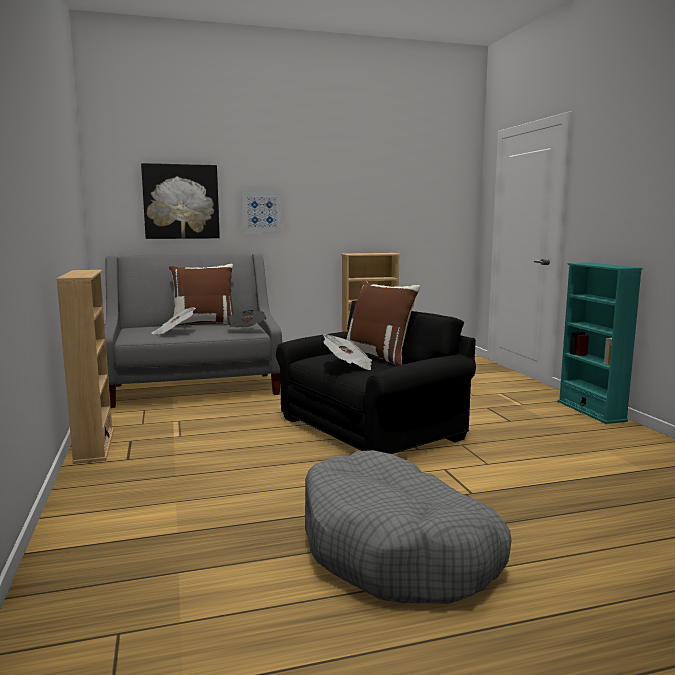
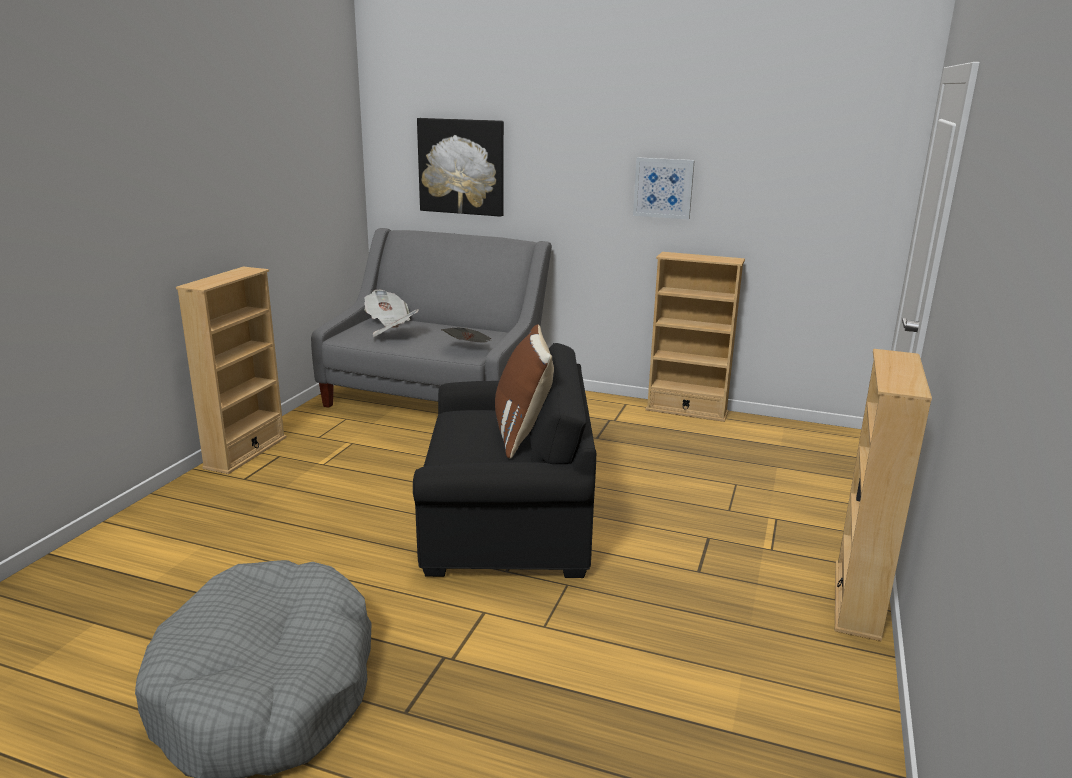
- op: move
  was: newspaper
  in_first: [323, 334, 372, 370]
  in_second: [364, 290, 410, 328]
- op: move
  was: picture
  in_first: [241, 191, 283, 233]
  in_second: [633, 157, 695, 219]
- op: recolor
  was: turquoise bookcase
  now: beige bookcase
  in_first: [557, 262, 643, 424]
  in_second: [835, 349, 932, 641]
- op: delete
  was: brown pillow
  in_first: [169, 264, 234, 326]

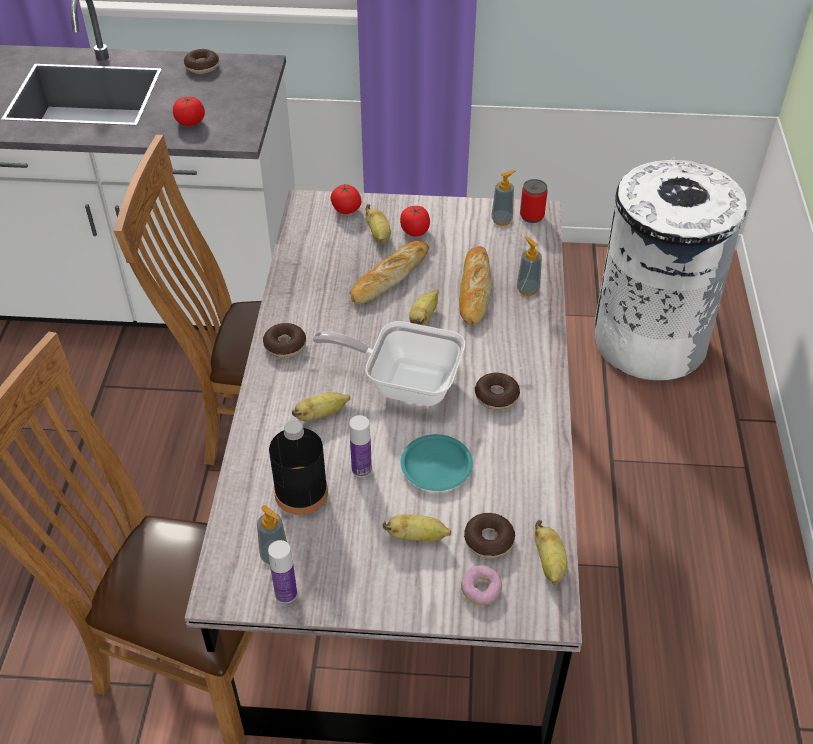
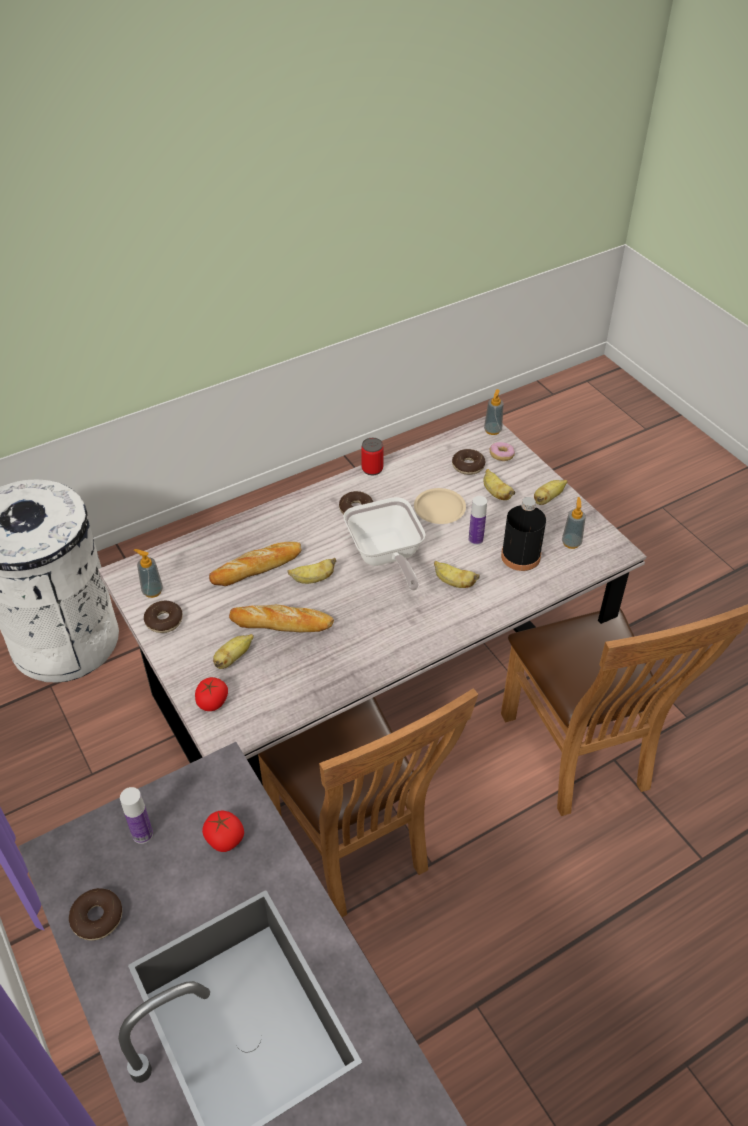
- op: move
  was: bottle
  in_first: [268, 540, 297, 604]
  in_second: [120, 787, 153, 844]
- op: move
  was: donut
  in_first: [263, 323, 306, 358]
  in_second: [144, 601, 183, 633]
- op: move
  was: can
  in_first: [520, 179, 548, 223]
  in_second: [361, 438, 384, 476]
- op: recolor
  was: turquoise plate
  now: beige plate
  in_first: [401, 434, 473, 491]
  in_second: [414, 488, 466, 524]
- op: move
  was: soap dispenser
  in_first: [517, 236, 542, 296]
  in_second: [484, 389, 504, 435]
- op: move
  was: banana
  in_first: [534, 520, 567, 585]
  in_second: [534, 480, 568, 505]
- op: delete
  was: tomato
  in_first: [400, 206, 430, 237]

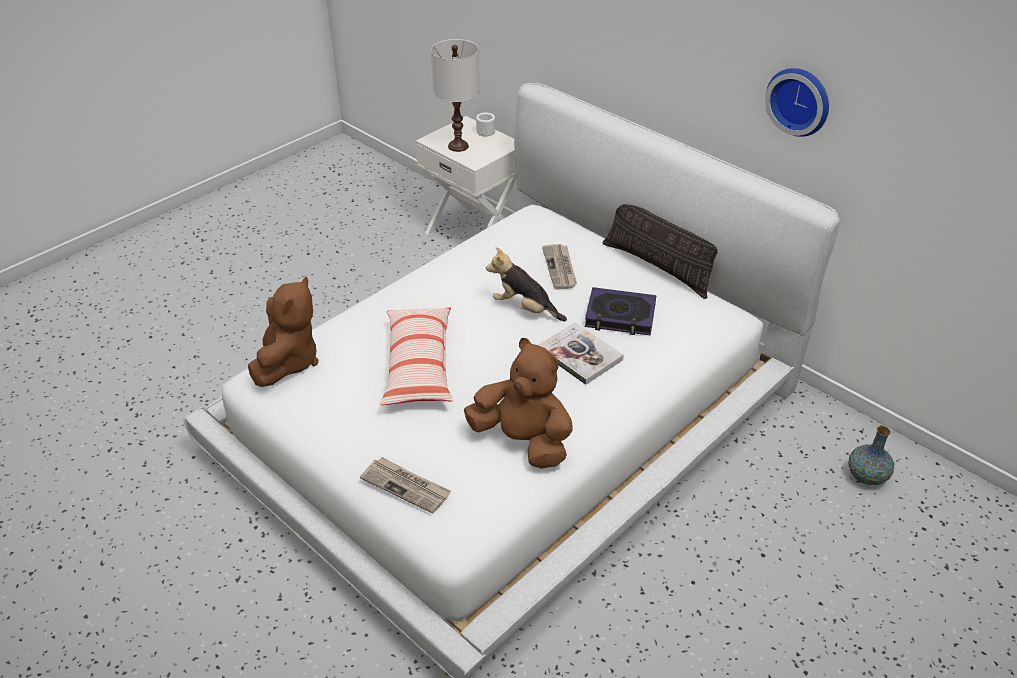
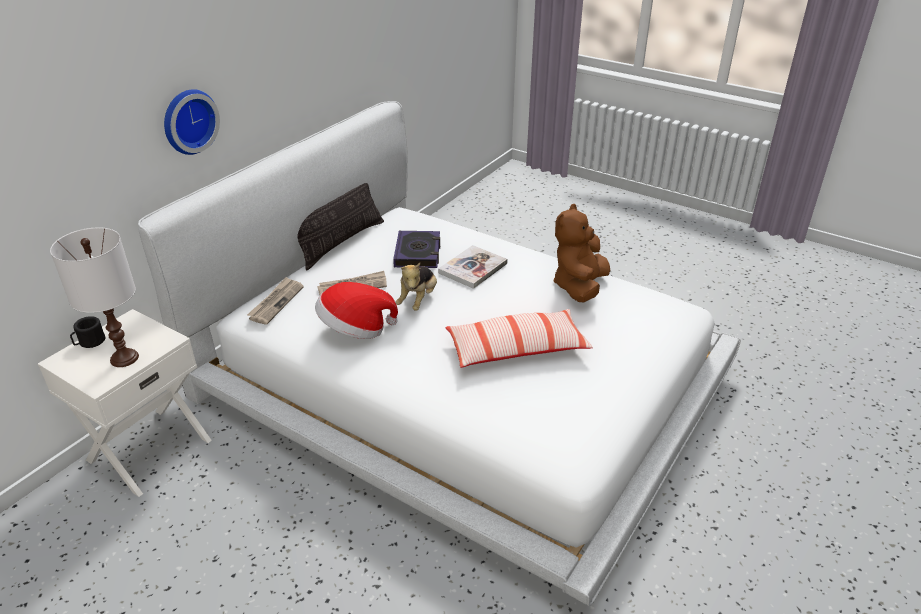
- op: recolor
  was: white mug
  now: black mug
  in_first: [476, 112, 495, 137]
  in_second: [70, 316, 105, 348]
- op: move
  was: wall clock
  in_first: [765, 68, 829, 137]
  in_second: [164, 89, 220, 155]
- op: move
  was: newspaper
  in_first: [360, 457, 451, 514]
  in_second: [247, 277, 304, 325]
- op: insert
  now: hat
  in_second: [315, 282, 398, 339]
- op: delete
  was: brown plush toy
  in_first: [248, 277, 319, 387]
- op: delete
  was: vase
  in_first: [848, 426, 894, 485]

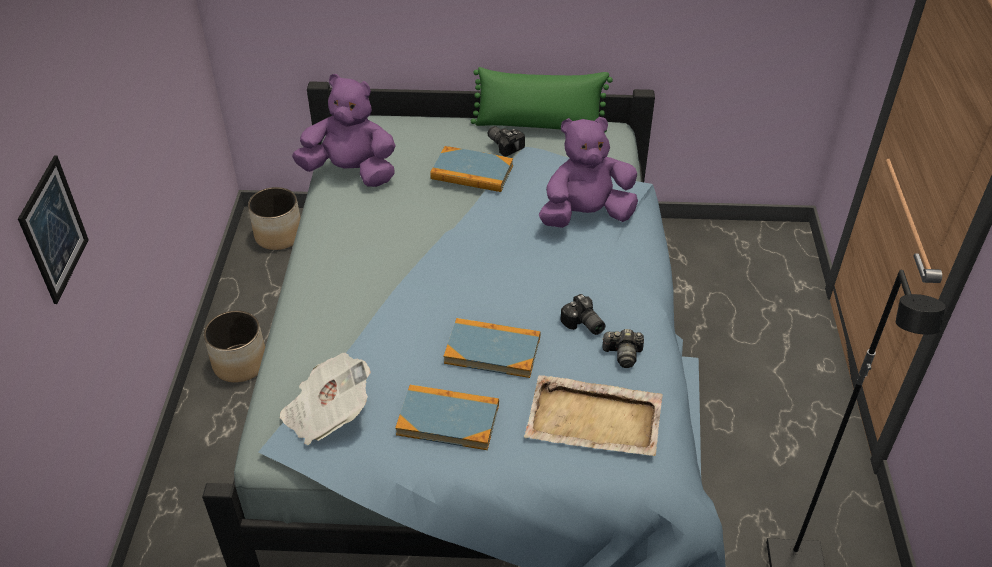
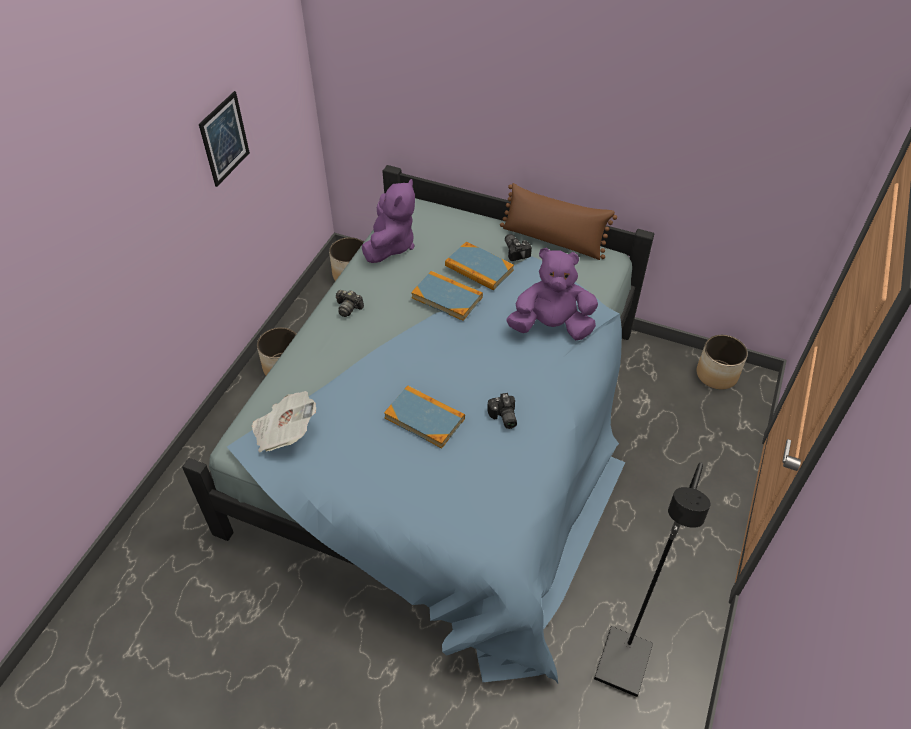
- op: move
  was: picture
  in_first: [18, 155, 89, 304]
  in_second: [199, 91, 250, 187]
- op: move
  was: photo camera
  in_first: [602, 329, 644, 368]
  in_second: [335, 290, 364, 317]
- op: rotate
  was: purple plush toy
  in_first: [292, 74, 396, 187]
  in_second: [362, 179, 415, 263]
  clockwise: 75
- op: move
  was: book
  in_first: [395, 385, 499, 450]
  in_second: [411, 271, 483, 321]
- op: recolor
  was: green pillow
  now: brown pillow
  in_first: [471, 67, 613, 133]
  in_second: [500, 183, 617, 260]
- op: insert
  now: planter
  in_second: [696, 335, 748, 389]
- op: delete
  was: beige tray
  in_first: [524, 375, 663, 456]

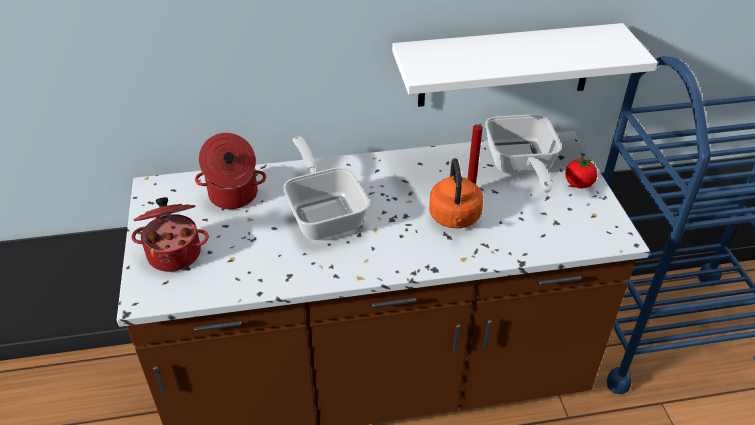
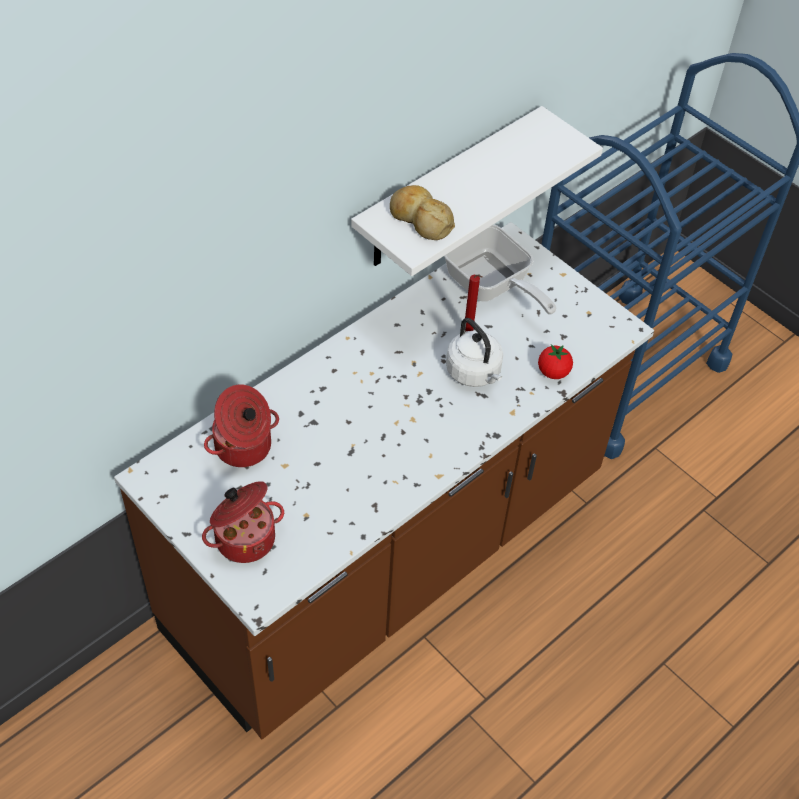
- op: insert
  now: bread
  in_second: [390, 185, 455, 240]
- op: recolor
  was: orange kettle
  now: white kettle
  in_first: [429, 158, 483, 229]
  in_second: [446, 318, 503, 387]
- op: move
  was: tomato
  in_first: [565, 156, 598, 189]
  in_second: [538, 344, 573, 379]
- op: delete
  was: frying pan
  in_first: [283, 137, 370, 240]

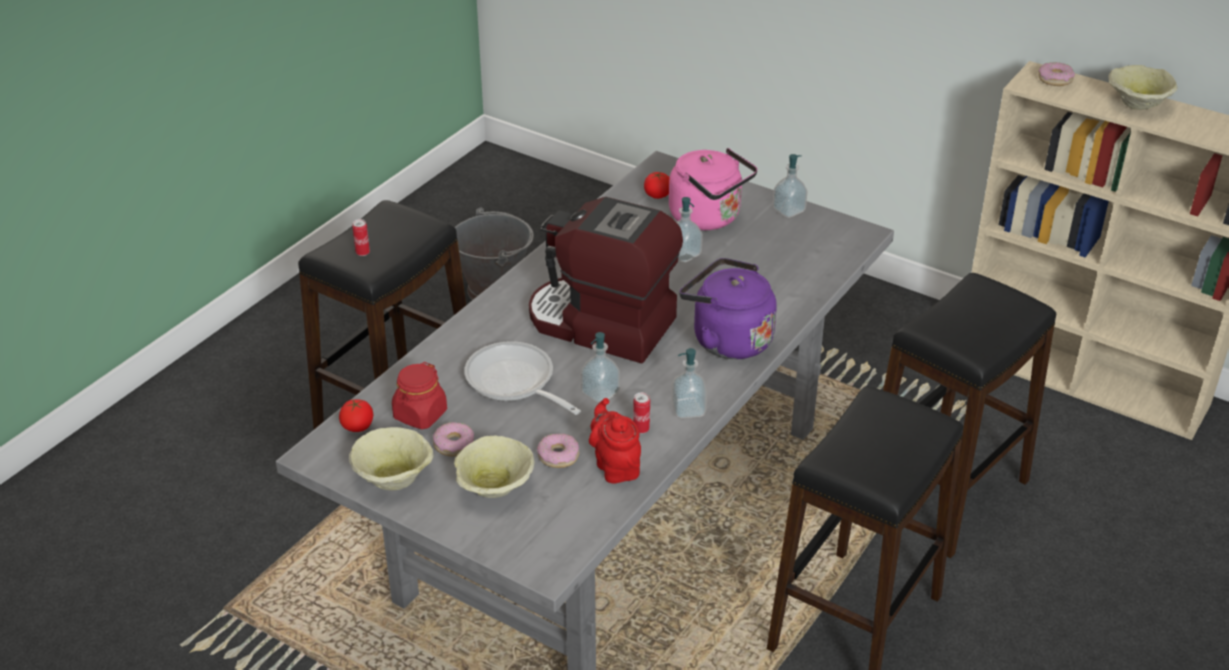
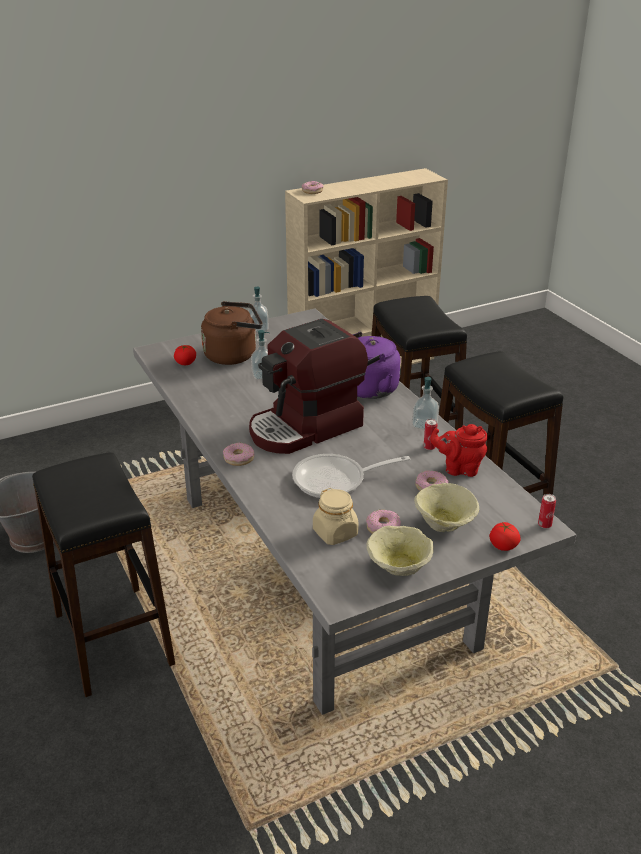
- op: recolor
  was: pink kettle
  now: brown kettle
  in_first: [669, 148, 757, 230]
  in_second: [201, 301, 263, 365]
- op: insert
  now: donut
  in_second: [223, 443, 254, 466]
- op: recolor
  was: red jar
  now: beige jar
  in_first: [392, 362, 447, 429]
  in_second: [313, 488, 359, 545]
- op: move
  was: tomato
  in_first: [339, 399, 373, 432]
  in_second: [490, 522, 521, 551]
- op: move
  was: can
  in_first: [352, 219, 370, 256]
  in_second: [538, 494, 556, 529]
- op: delete
  was: soap dispenser
  in_first: [581, 332, 620, 403]
- op: delete
  was: beige bowl
  in_first: [1108, 65, 1178, 110]

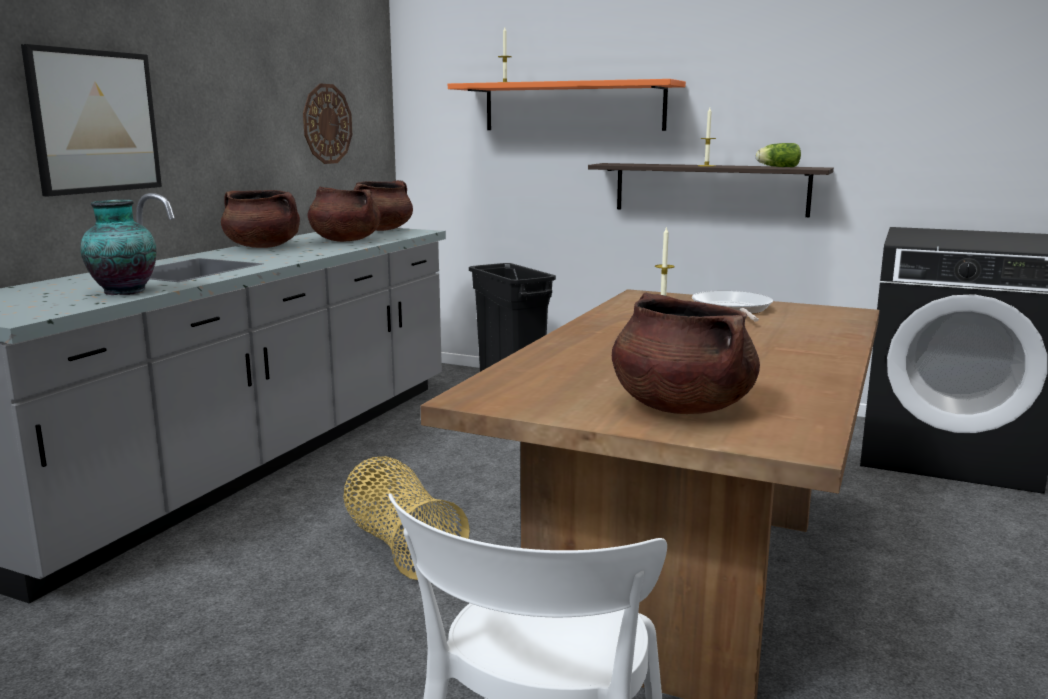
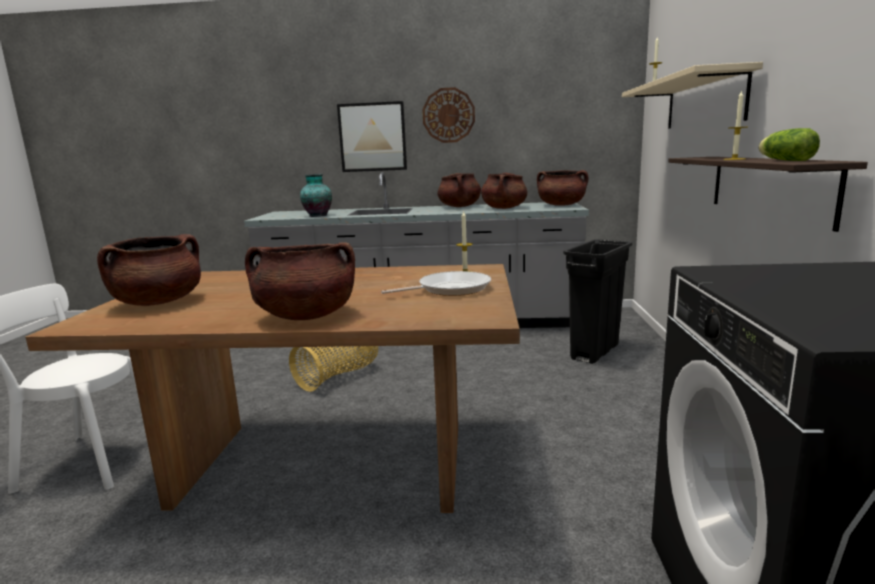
- op: insert
  now: brown cooking pot
  in_second: [245, 242, 355, 320]
- op: move
  was: wall clock
  in_first: [303, 83, 352, 164]
  in_second: [422, 87, 475, 143]
- op: recolor
  was: orange shelf
  now: beige shelf
  in_first: [448, 79, 686, 131]
  in_second: [622, 62, 763, 129]

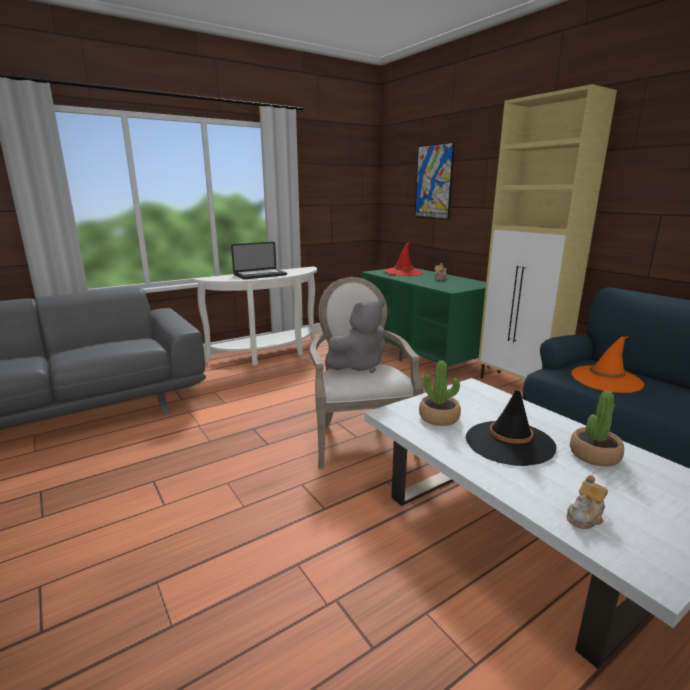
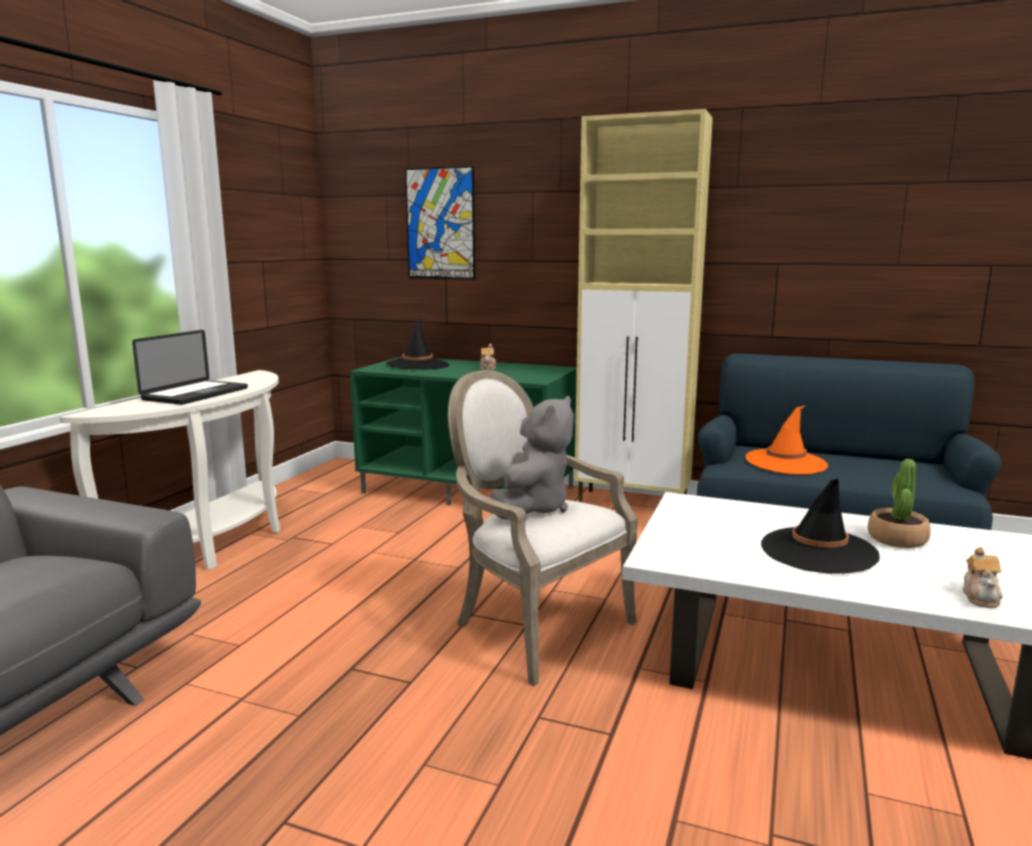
- op: recolor
  was: red hat
  now: black hat
  in_first: [384, 242, 423, 276]
  in_second: [386, 317, 449, 369]
- op: delete
  was: potted plant
  in_first: [419, 361, 461, 426]

